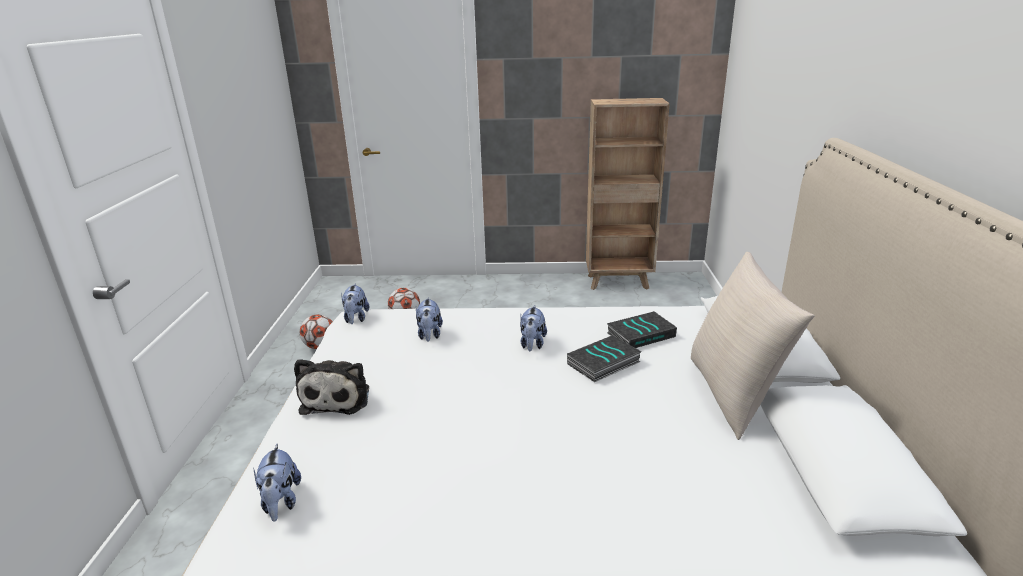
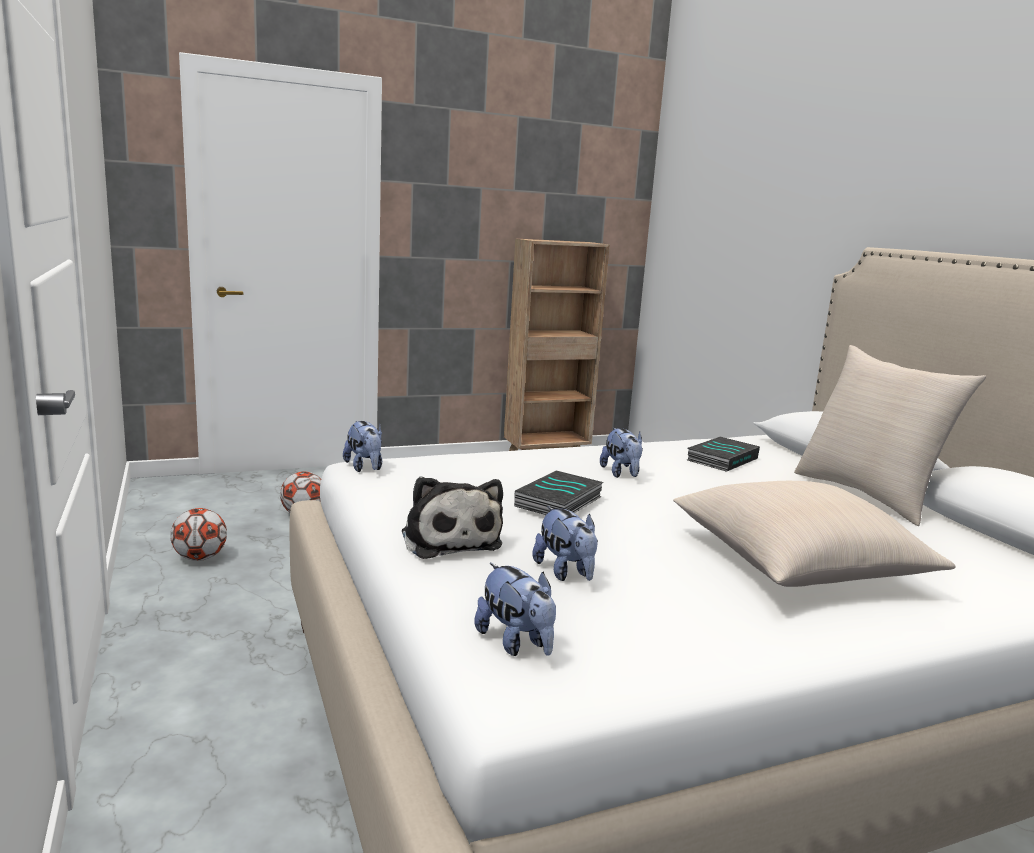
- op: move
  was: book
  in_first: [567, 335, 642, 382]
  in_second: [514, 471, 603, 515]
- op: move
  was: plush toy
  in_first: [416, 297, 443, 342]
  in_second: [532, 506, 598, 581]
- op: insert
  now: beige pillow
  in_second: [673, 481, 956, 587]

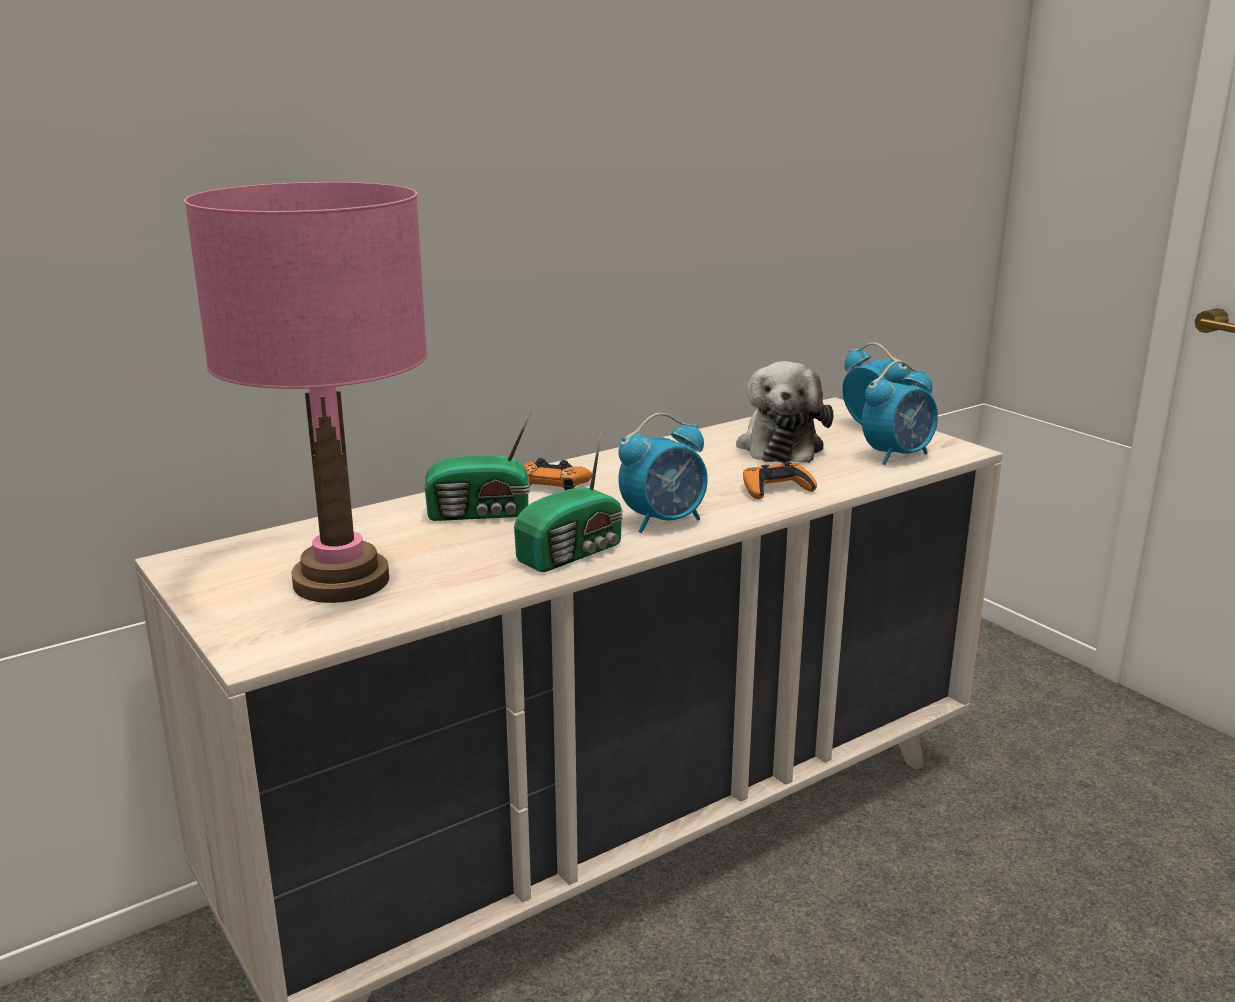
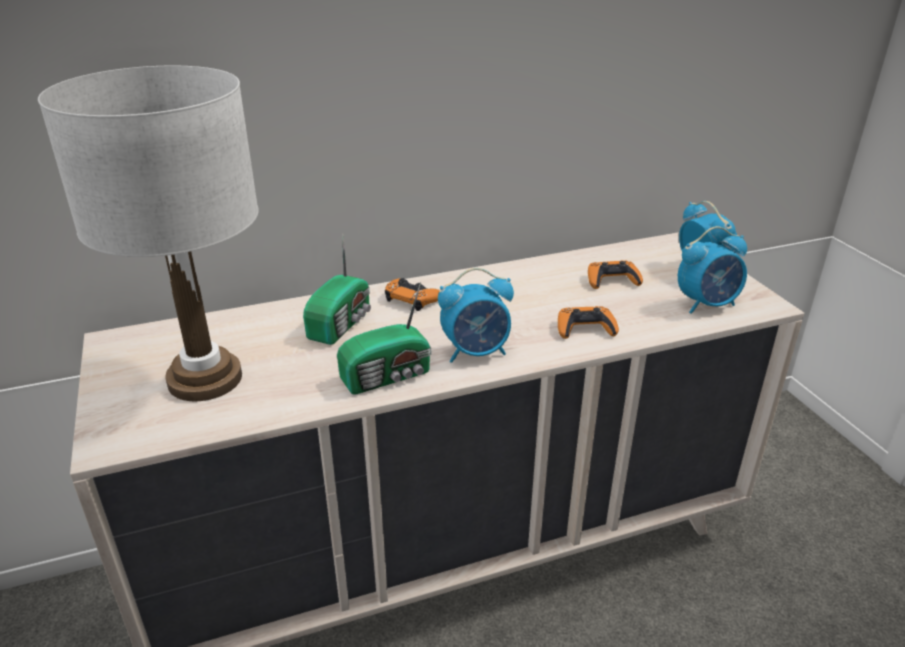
- op: recolor
  was: pink table lamp
  now: white table lamp
  in_first: [184, 182, 427, 603]
  in_second: [38, 66, 259, 401]
- op: rotate
  was: radio
  in_first: [425, 410, 532, 521]
  in_second: [303, 233, 371, 345]
  clockwise: -75
- op: replace
  was: plush toy
  now: orange game controller
  in_first: [736, 361, 834, 463]
  in_second: [588, 260, 643, 289]

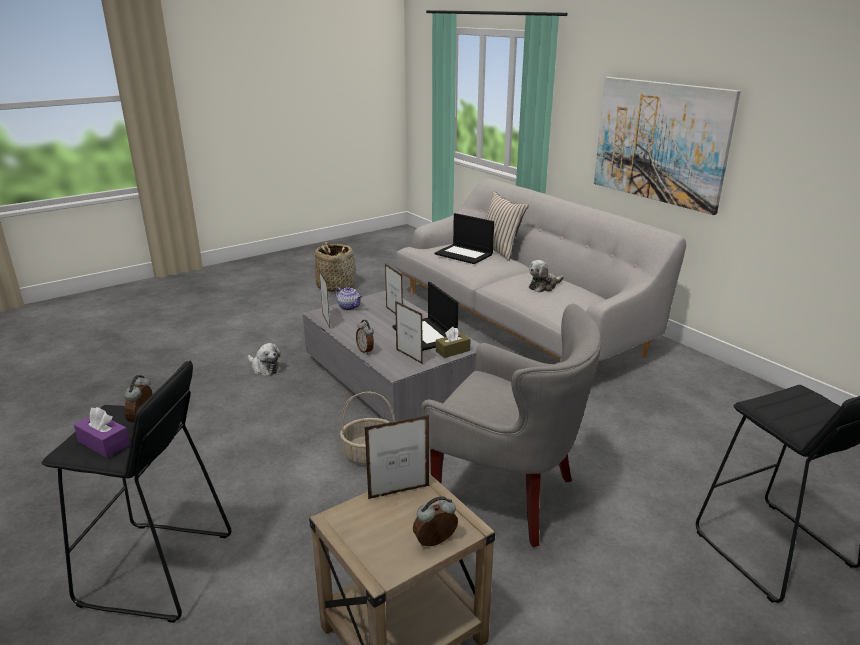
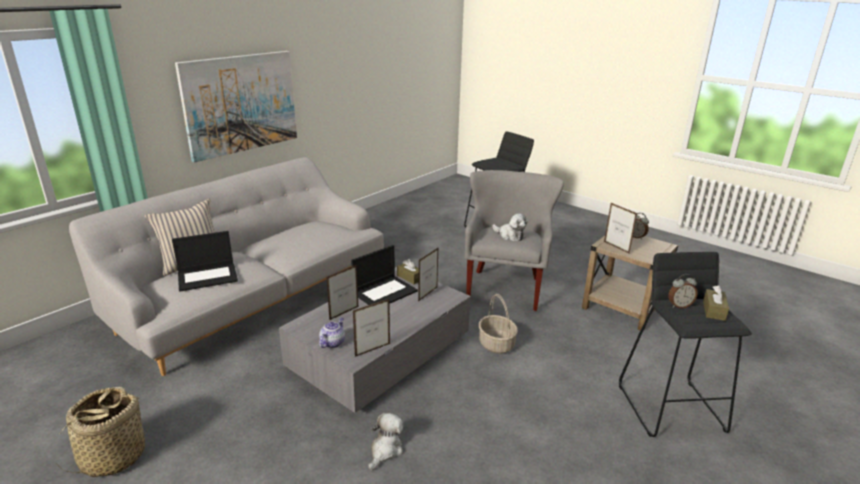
- op: rotate
  was: laptop
  in_first: [434, 213, 494, 264]
  in_second: [172, 231, 238, 292]
  clockwise: 45
- op: move
  was: plush toy
  in_first: [529, 260, 564, 292]
  in_second: [492, 213, 527, 241]
- op: recolor
  was: purple tissue box
  now: brown tissue box
  in_first: [74, 407, 130, 458]
  in_second: [703, 285, 729, 321]
- op: delete
  was: alarm clock
  in_first: [356, 320, 374, 354]

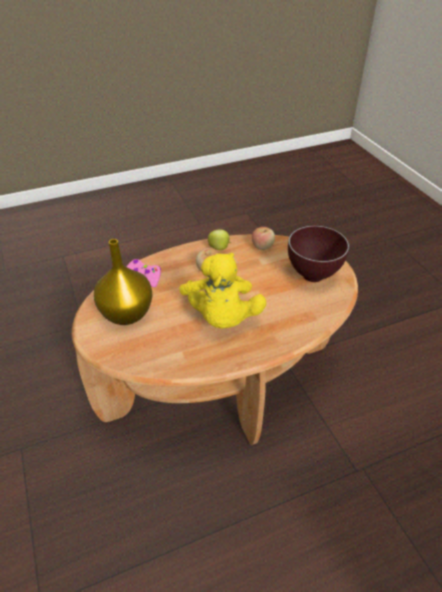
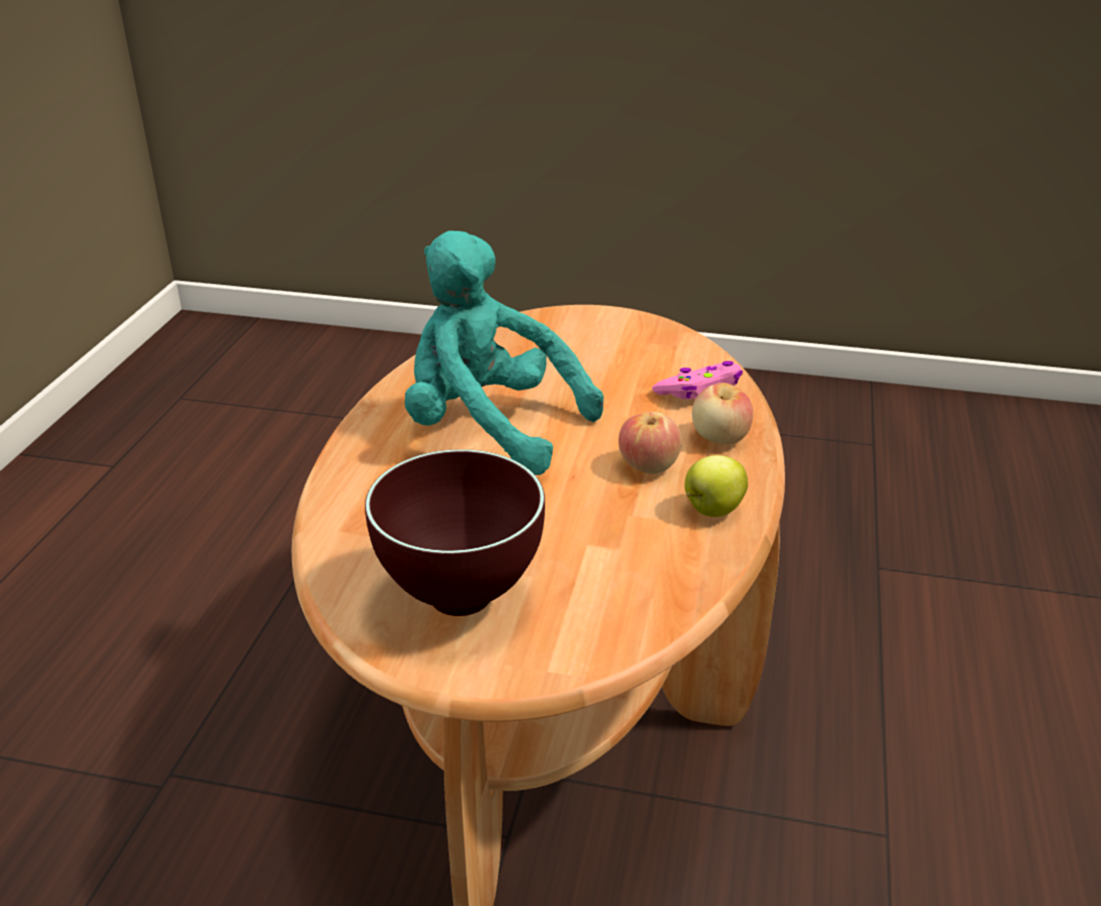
- op: recolor
  was: yellow plush toy
  now: turquoise plush toy
  in_first: [179, 253, 266, 329]
  in_second: [405, 231, 604, 475]
- op: move
  was: apple
  in_first: [252, 227, 275, 250]
  in_second: [692, 383, 753, 444]
- op: delete
  was: yellow vase
  in_first: [94, 239, 153, 325]

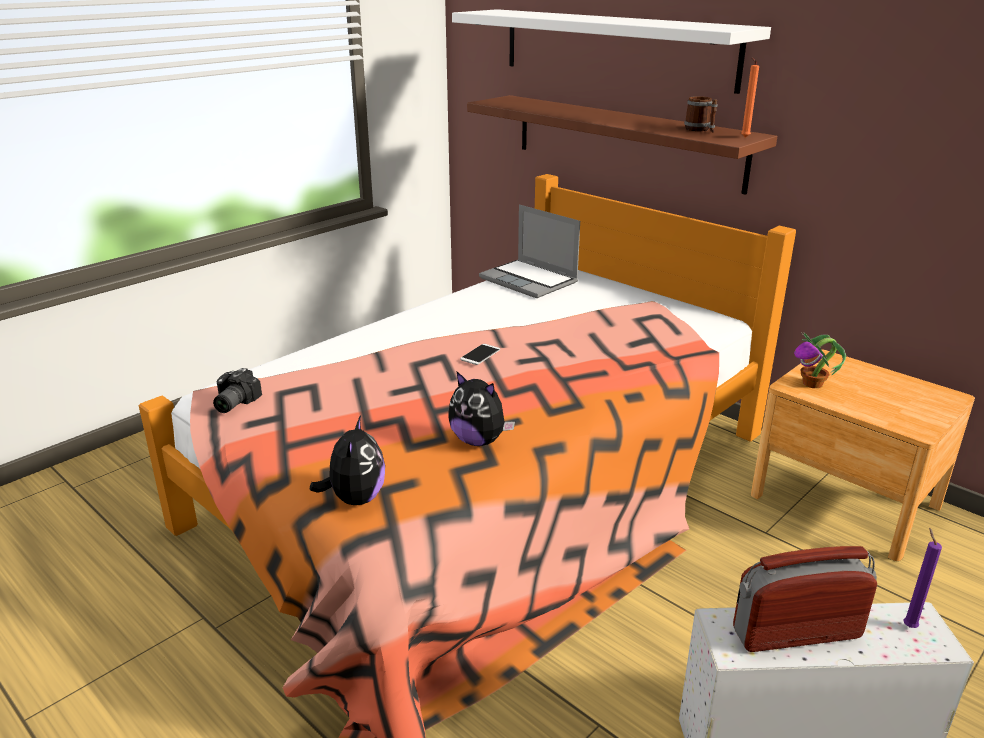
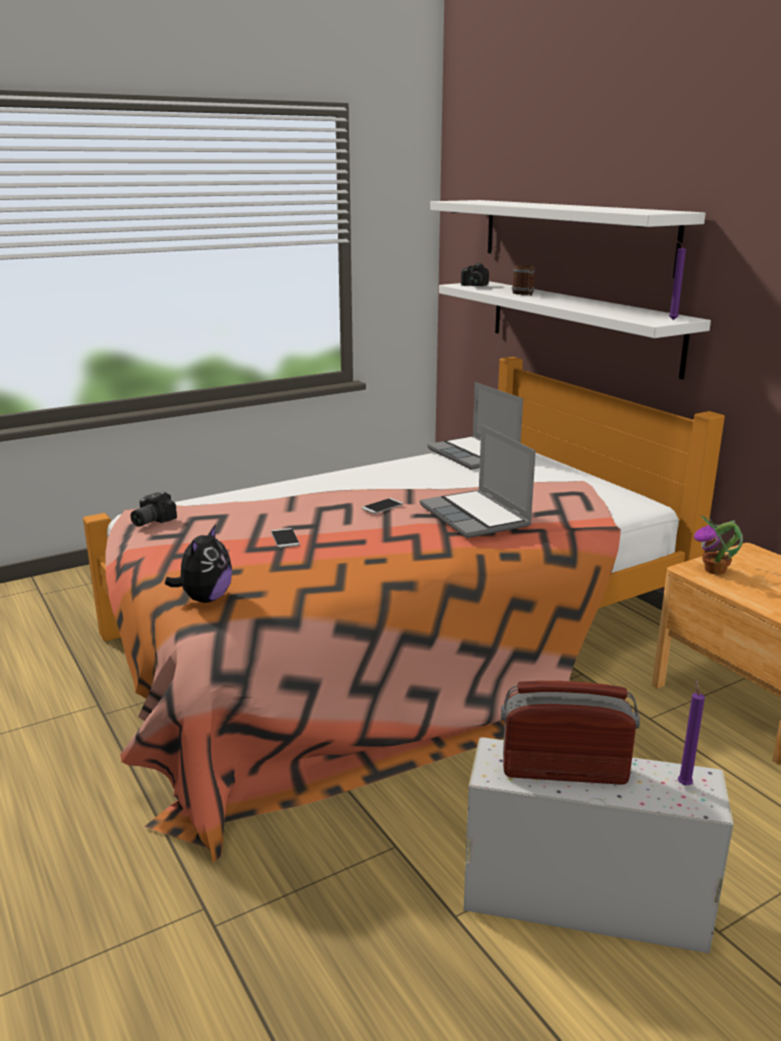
- op: insert
  now: phone
  in_second: [271, 528, 300, 548]
- op: insert
  now: laptop
  in_second: [420, 425, 536, 538]
- op: recolor
  was: brown shelf
  now: white shelf
  in_first: [467, 95, 777, 195]
  in_second: [439, 281, 711, 380]
- op: insert
  now: photo camera
  in_second: [461, 263, 489, 286]
- op: move
  was: mug
  in_first: [684, 96, 718, 133]
  in_second: [512, 266, 535, 296]
- op: recolor
  was: orange candle
  now: purple candle
  in_first: [741, 58, 759, 138]
  in_second: [669, 241, 686, 320]
- op: delete
  was: plush toy
  in_first: [448, 371, 515, 446]

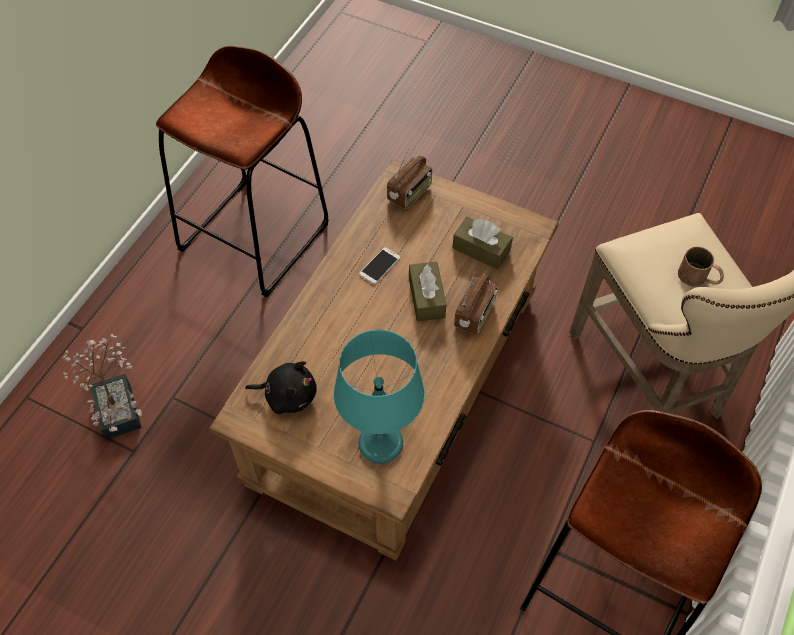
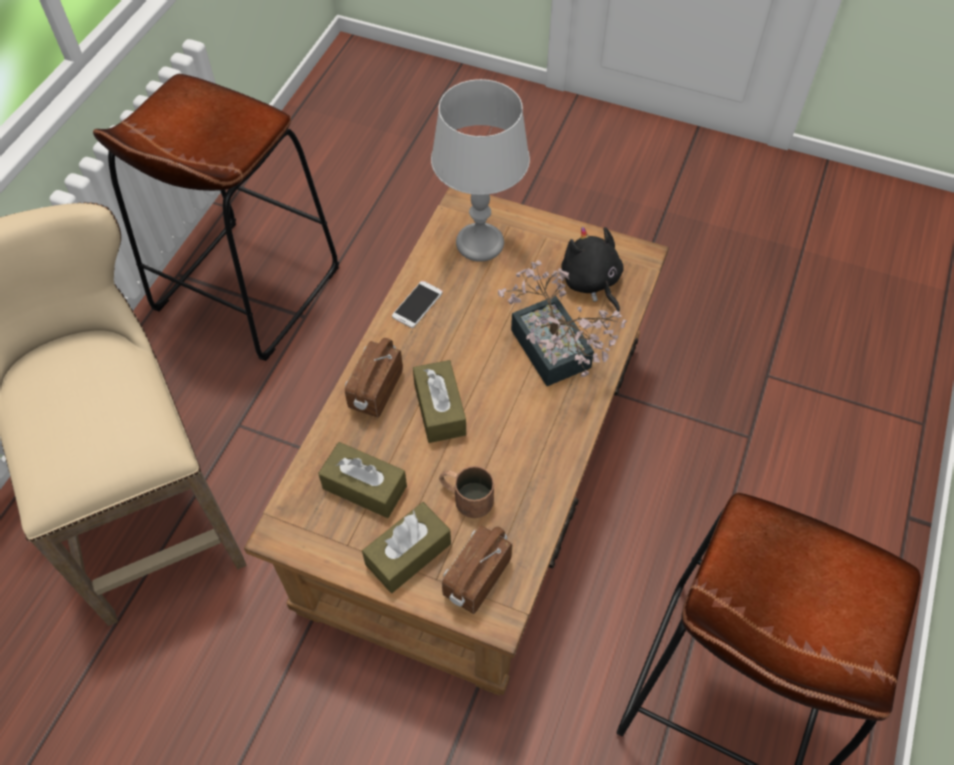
- op: insert
  now: brown tissue box
  in_second: [362, 502, 451, 593]
- op: move
  was: phone
  in_first: [359, 247, 400, 284]
  in_second: [392, 281, 443, 328]
- op: recolor
  was: turquoise table lamp
  now: grey table lamp
  in_first: [333, 330, 425, 464]
  in_second: [431, 79, 530, 262]
- op: move
  was: brown mug
  in_first: [678, 247, 724, 286]
  in_second: [439, 466, 494, 518]
- op: move
  was: potted plant
  in_first: [62, 334, 142, 440]
  in_second: [498, 260, 627, 386]
- op: rotate
  was: black plush toy
  in_first: [245, 361, 317, 414]
  in_second: [561, 227, 624, 312]
  clockwise: 60

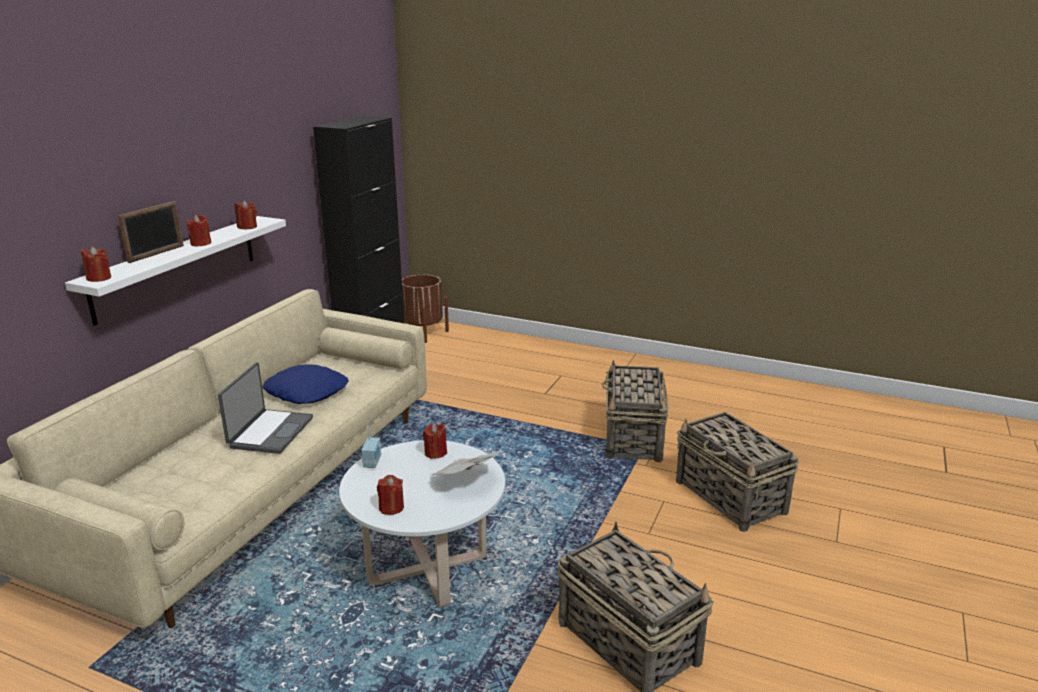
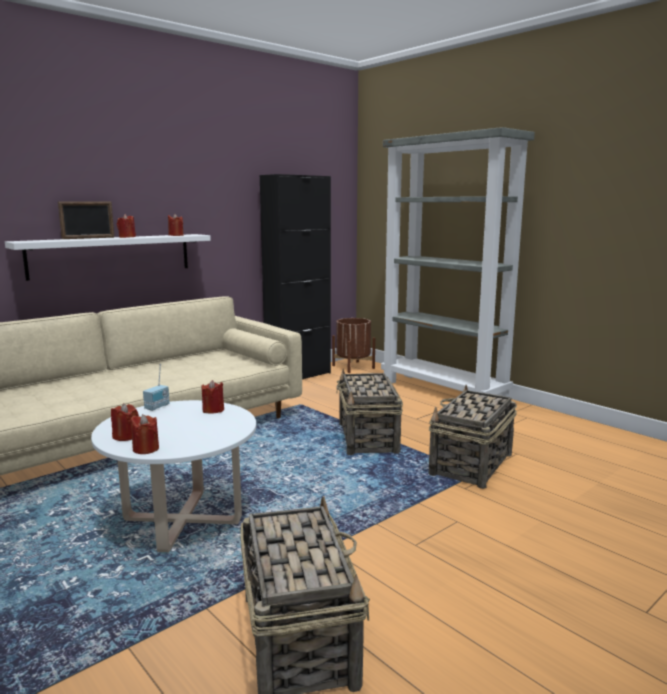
- op: move
  was: red candle
  in_first: [81, 246, 111, 282]
  in_second: [130, 414, 159, 454]
- op: move
  was: basket
  in_first: [676, 412, 799, 532]
  in_second: [336, 369, 403, 455]
- op: insert
  now: grey bookcase
  in_second: [381, 127, 535, 397]
- op: delete
  was: laptop
  in_first: [218, 363, 313, 454]
- op: delete
  was: blue pillow
  in_first: [263, 364, 349, 404]
- op: delete
  was: newspaper
  in_first: [430, 451, 502, 475]

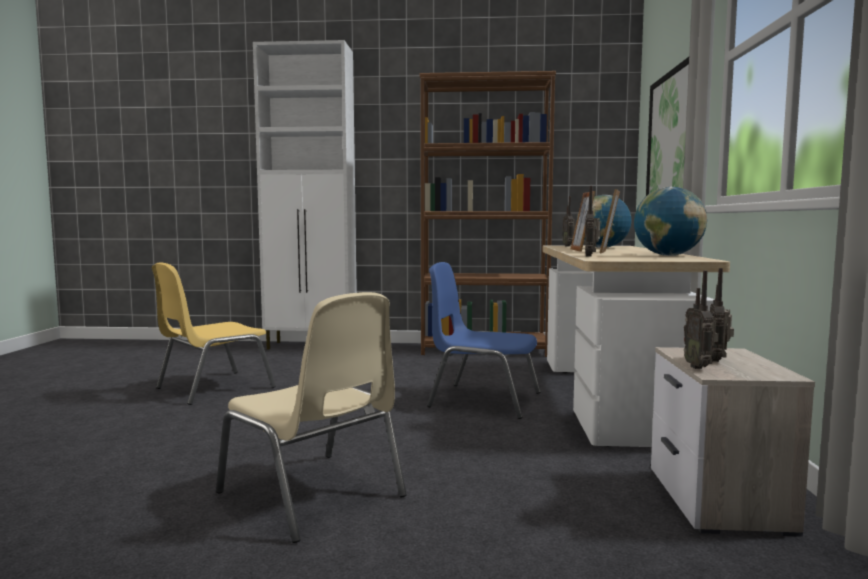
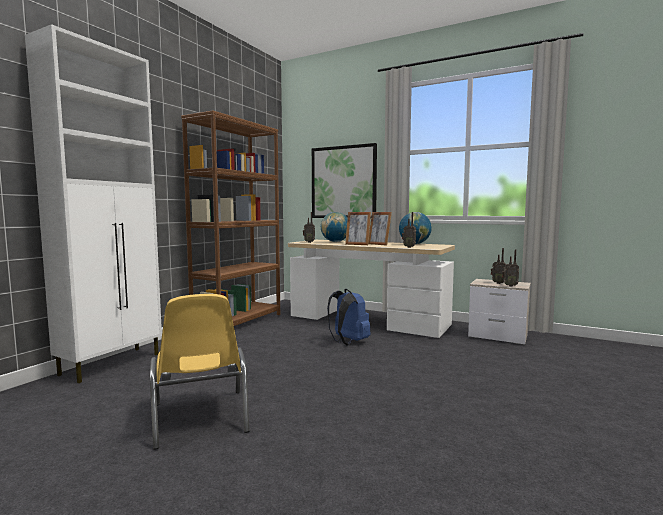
- op: replace
  was: blue chair
  now: blue backpack
  in_first: [427, 262, 541, 419]
  in_second: [327, 289, 371, 346]
- op: delete
  was: beige chair
  in_first: [216, 292, 407, 543]

